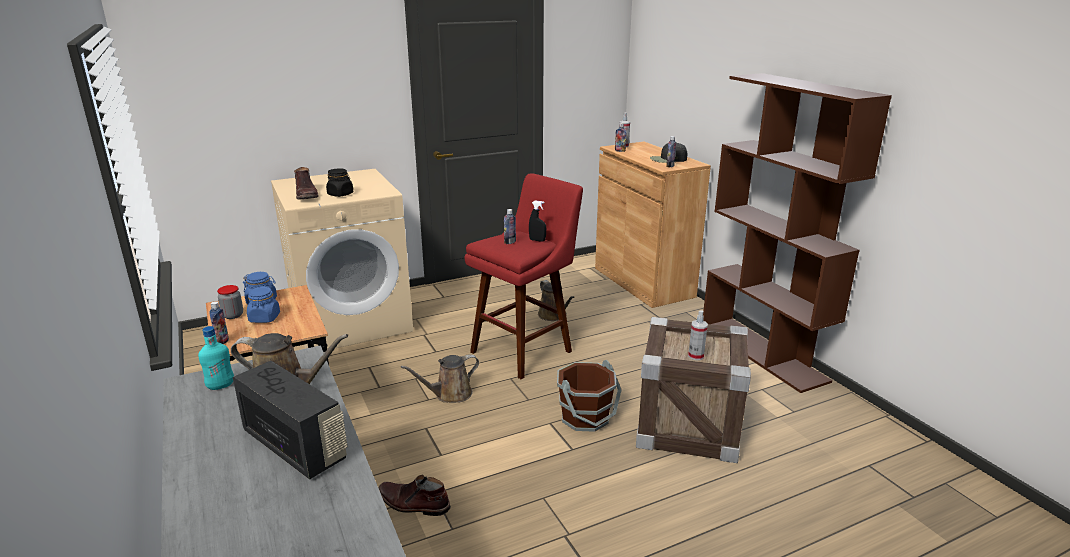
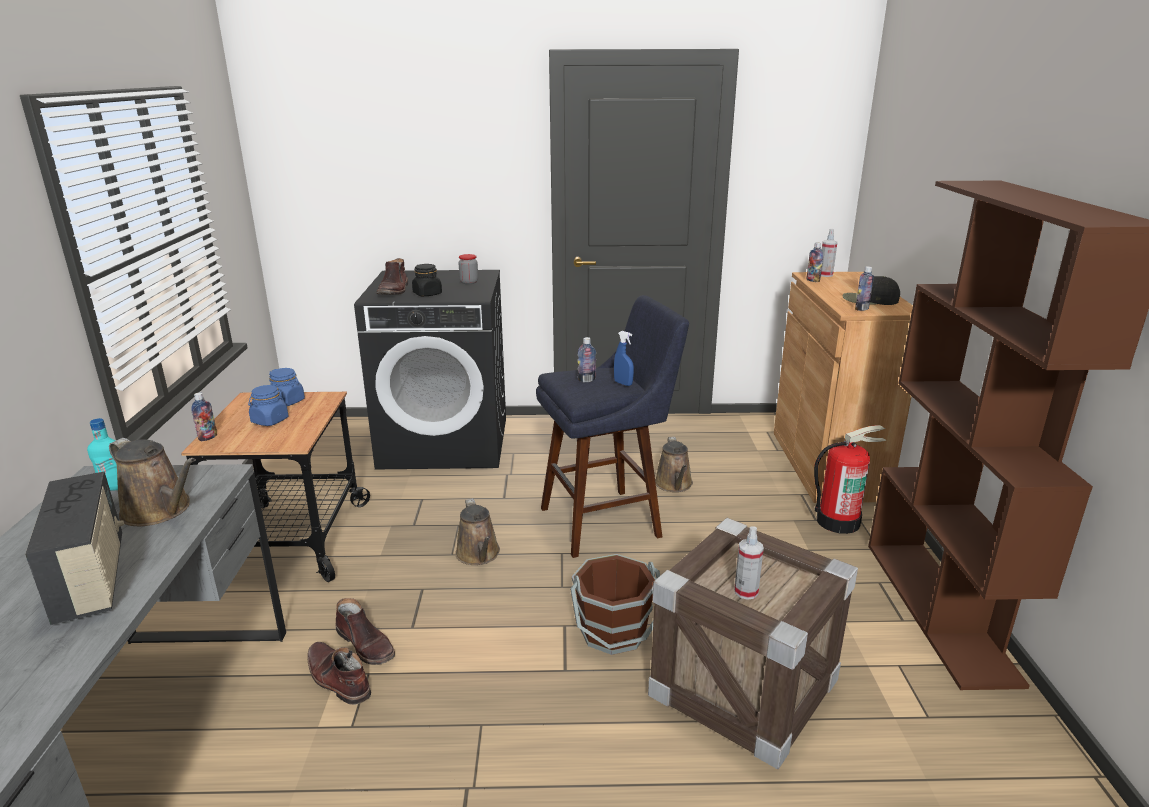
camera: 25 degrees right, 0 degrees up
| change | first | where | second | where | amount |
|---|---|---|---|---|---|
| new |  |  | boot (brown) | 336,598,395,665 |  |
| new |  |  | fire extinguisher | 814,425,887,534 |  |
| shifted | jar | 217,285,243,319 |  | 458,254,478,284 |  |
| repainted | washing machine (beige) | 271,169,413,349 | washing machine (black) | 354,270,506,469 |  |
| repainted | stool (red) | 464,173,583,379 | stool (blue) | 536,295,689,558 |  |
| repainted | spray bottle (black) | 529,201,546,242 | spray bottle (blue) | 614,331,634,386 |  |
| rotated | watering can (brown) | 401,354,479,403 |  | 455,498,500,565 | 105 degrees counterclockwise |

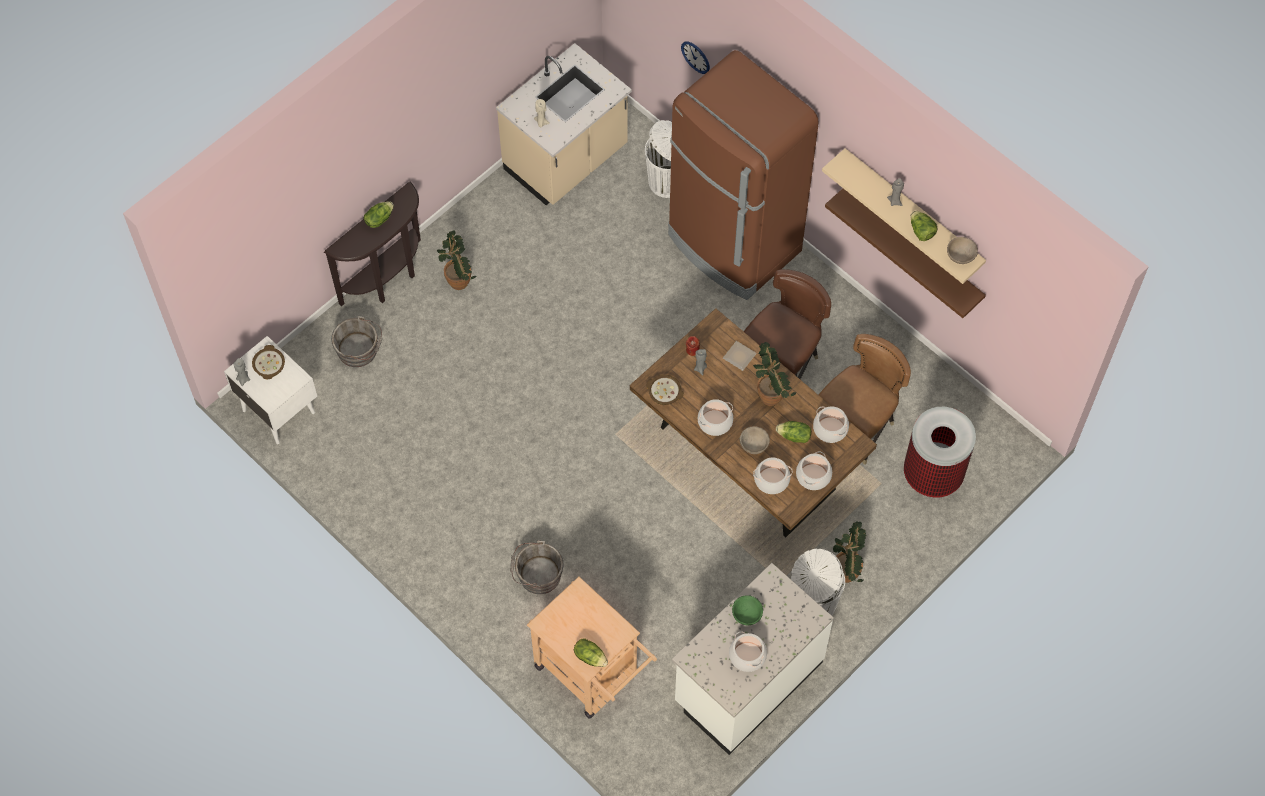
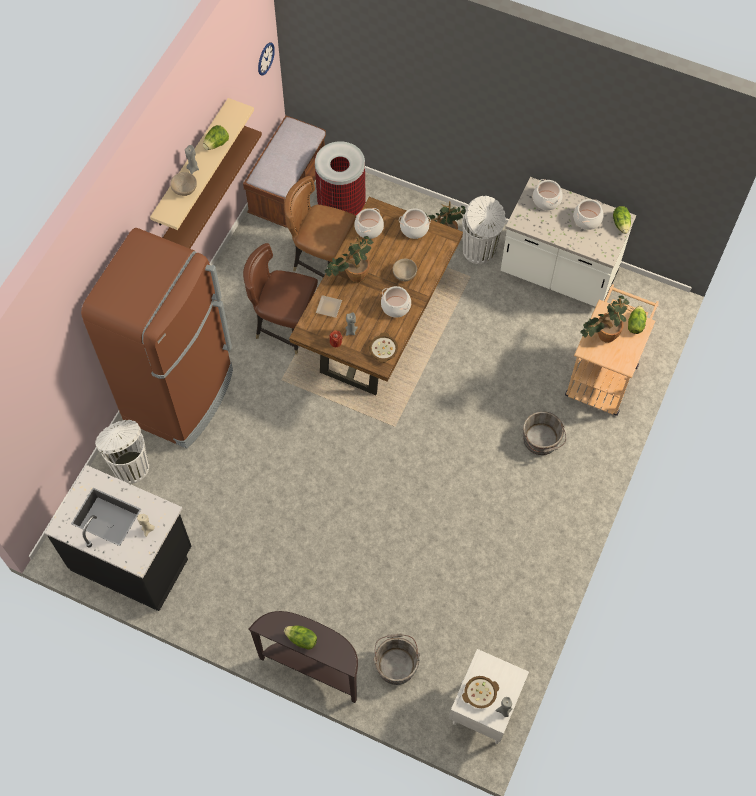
camera: 110 degrees left, 0 degrees up
| change | first | where | second | where | amount |
|---|---|---|---|---|---|
| gone | bowl (green) | 732,595,763,625 |  |  |  |
| new |  |  | bench (brown) | 243,115,326,228 |  |
| shifted | potted plant | 437,230,476,290 |  | 580,296,630,343 |  |
| shifted | wall clock | 681,41,710,74 |  | 258,43,275,75 |  |
| shifted | cooking pot | 753,458,792,494 |  | 533,179,562,210 |  |
| shifted | lettuce | 776,421,811,443 |  | 613,206,631,234 |  |
| shifted | bowl (beige) | 947,237,978,264 |  | 170,172,197,196 |  |
| repainted | counter (beige) | 496,43,632,205 | counter (black) | 45,465,191,611 |  |

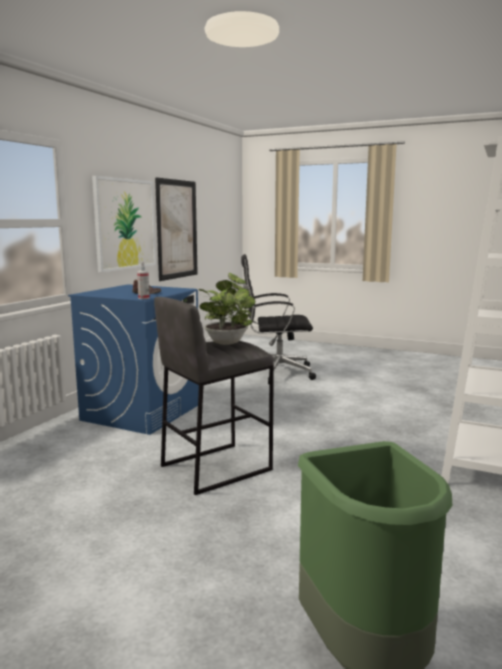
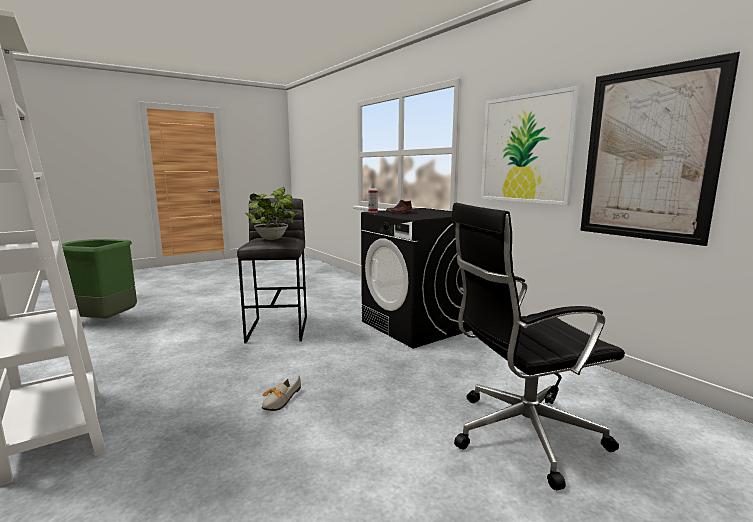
camera: 120 degrees right, 0 degrees up
| change | first | where | second | where | amount |
|---|---|---|---|---|---|
| new |  |  | shoe | 262,376,301,411 |  |
| repainted | washing machine (blue) | 68,284,199,435 | washing machine (black) | 361,208,472,349 |  |
| rotated | office chair (black) | 241,254,316,384 |  | 451,203,625,490 | 135 degrees counterclockwise |

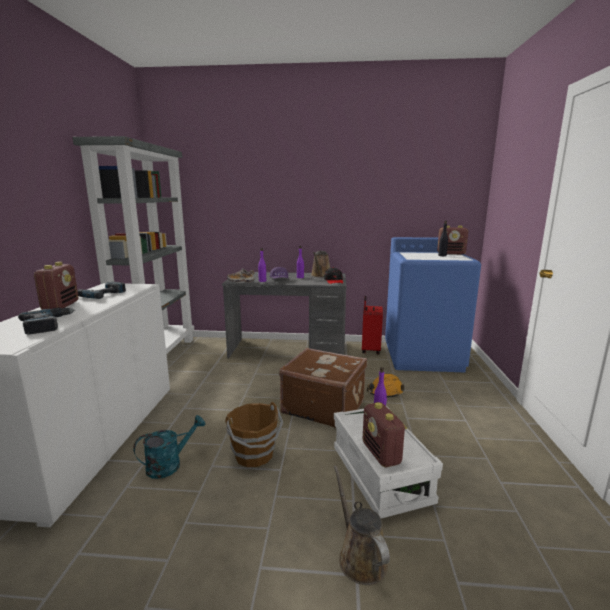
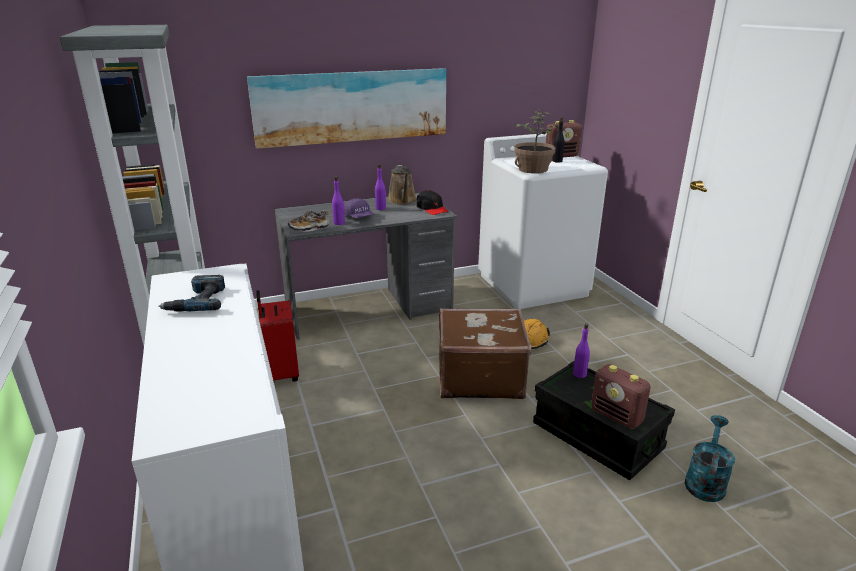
camera: 25 degrees left, 10 degrees up
| change | first | where | second | where | amount |
|---|---|---|---|---|---|
| gone | power drill | 18,308,75,335 |  |  |  |
| gone | radio | 34,262,79,309 |  |  |  |
| gone | bucket (brown) | 225,402,283,467 |  |  |  |
| gone | watering can (brown) | 334,465,390,585 |  |  |  |
| new |  |  | picture | 247,68,446,149 |  |
| new |  |  | potted plant | 514,108,558,174 |  |
| shifted | watering can (turquoise) | 133,415,205,479 |  | 685,415,735,502 |  |
| shifted | suitcase (red) | 362,296,383,354 |  | 256,290,299,382 |  |
| repainted | storage box (white) | 334,406,443,519 | storage box (black) | 533,360,675,480 |  |
| repainted | washing machine (blue) | 385,237,481,372 | washing machine (white) | 478,133,608,309 |  |

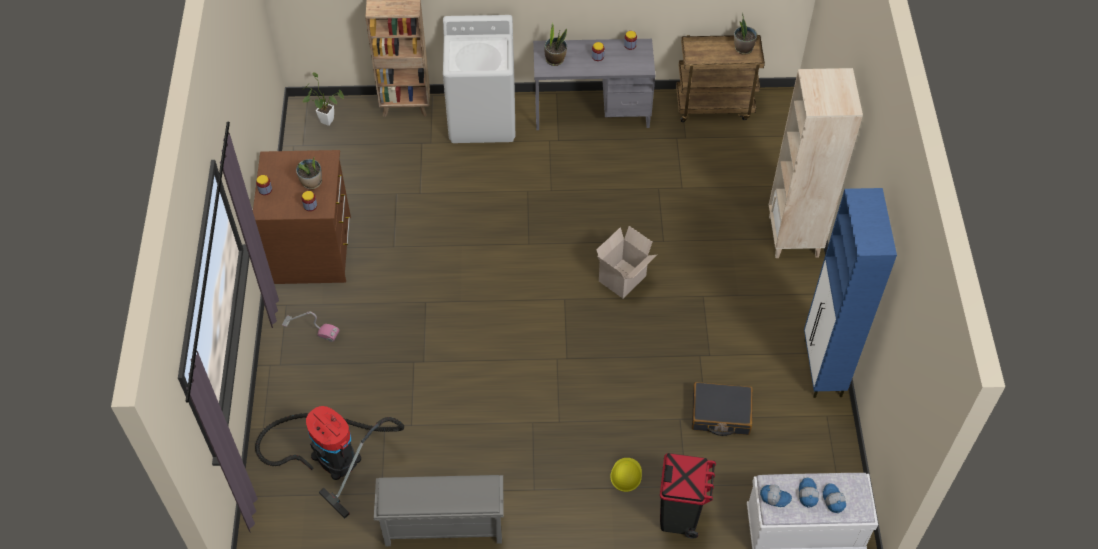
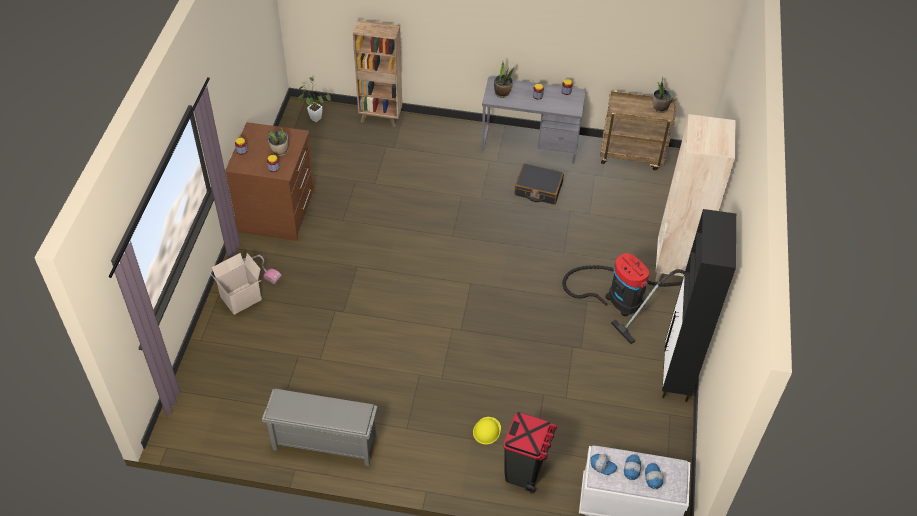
camera: 10 degrees right, 5 degrees down
| change | first | where | second | where | amount |
|---|---|---|---|---|---|
| gone | washing machine (white) | 443,15,515,143 |  |  |  |
| shifted | vacuum cleaner | 255,406,404,518 |  | 562,253,685,344 |  |
| shifted | cardboard box | 597,226,657,298 |  | 209,253,262,315 |  |
| shifted | suitcase (black) | 692,382,753,436 |  | 514,163,564,205 |  |
| repainted | cabinet (blue) | 804,188,897,398 | cabinet (black) | 662,209,736,402 |  |

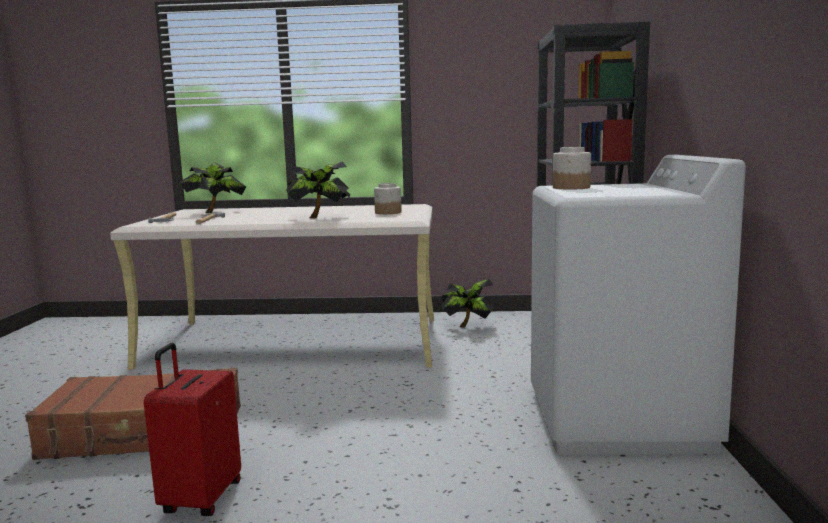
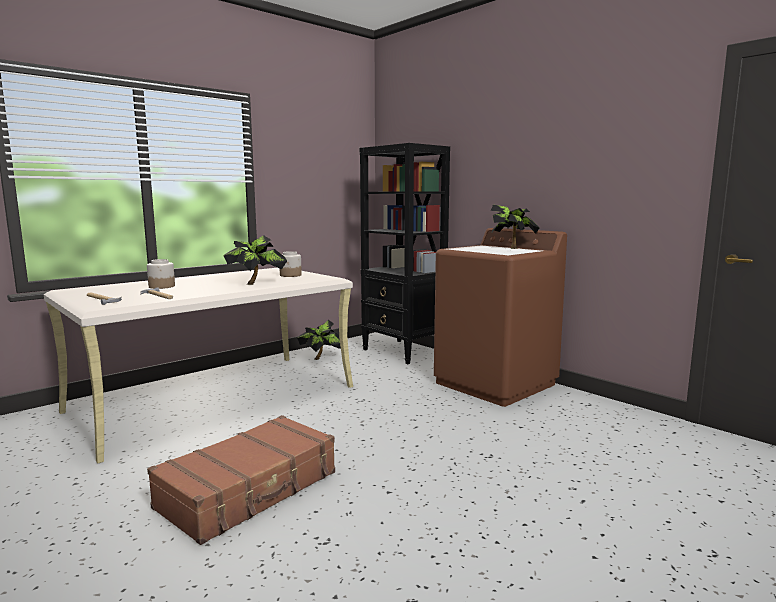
camera: 45 degrees left, 0 degrees up
| change | first | where | second | where | amount |
|---|---|---|---|---|---|
| gone | suitcase (red) | 144,343,241,516 |  |  |  |
| shifted | potted plant | 181,162,246,213 |  | 490,205,540,249 |  |
| shifted | jar | 553,147,591,189 |  | 147,259,175,289 |  |
| repainted | washing machine (white) | 531,155,746,455 | washing machine (brown) | 434,228,567,407 |  |

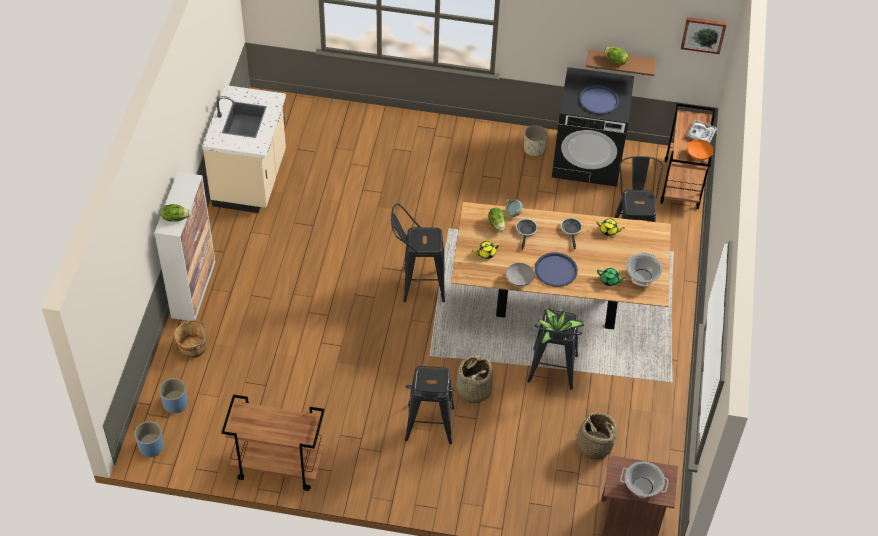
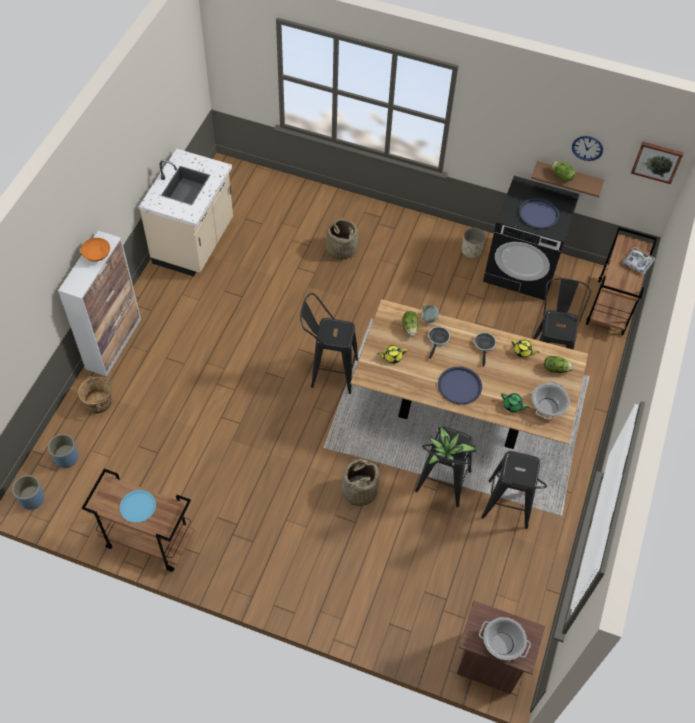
camera: 10 degrees right, 5 degrees up
| change | first | where | second | where | amount |
|---|---|---|---|---|---|
| gone | bowl (grey) | 506,263,534,286 |  |  |  |
| new |  |  | plate (blue) | 120,490,156,523 |  |
| new |  |  | wall clock | 572,136,603,161 |  |
| shifted | lettuce | 161,204,191,222 |  | 544,356,573,373 |  |
| shifted | stool (black) | 405,366,455,444 |  | 481,451,547,529 |  |
| shifted | basket | 573,412,617,459 |  | 326,219,358,260 |  |
| shifted | bowl (orange) | 687,139,714,160 |  | 81,238,110,261 |  |

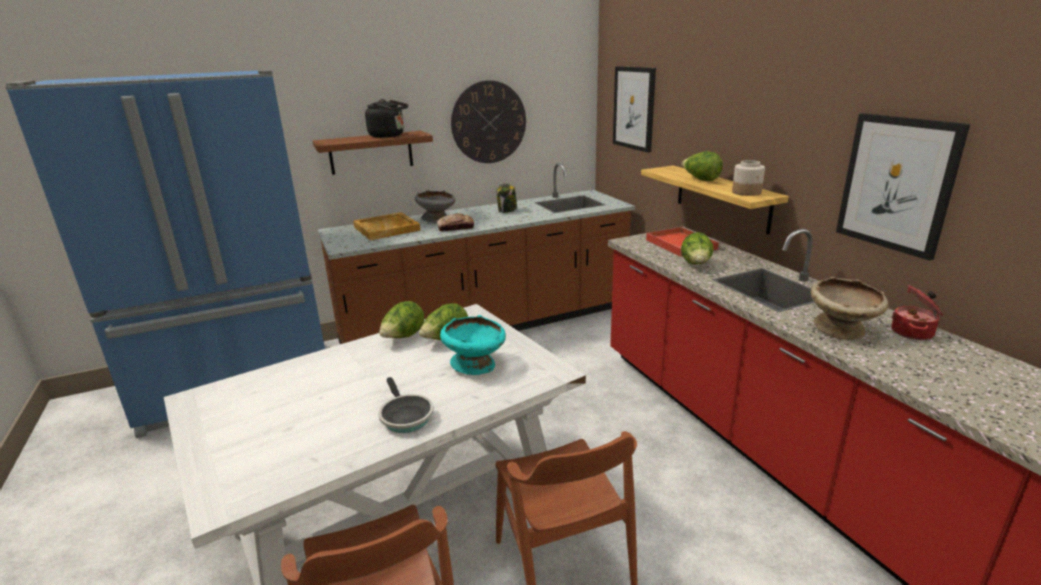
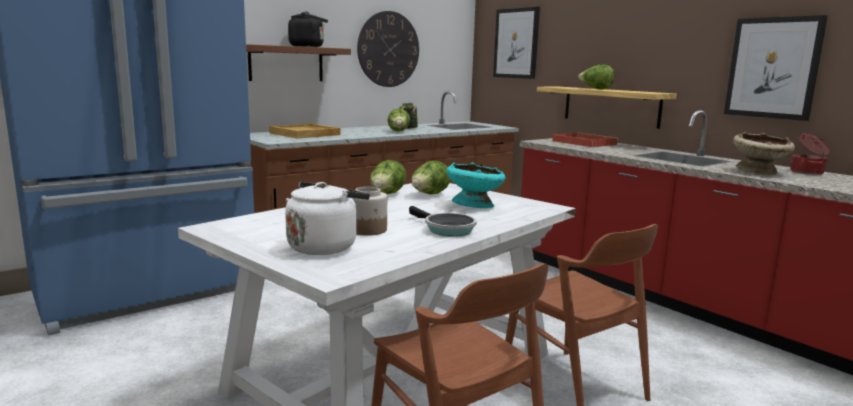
camera: 15 degrees left, 10 degrees down
| change | first | where | second | where | amount |
|---|---|---|---|---|---|
| gone | bowl (grey) | 415,190,455,222 |  |  |  |
| gone | bread | 437,213,474,231 |  |  |  |
| new |  |  | kettle (white) | 285,182,370,255 |  |
| shifted | lettuce | 681,232,714,265 |  | 388,108,410,131 |  |
| shifted | jar | 732,160,765,196 |  | 352,187,387,236 |  |

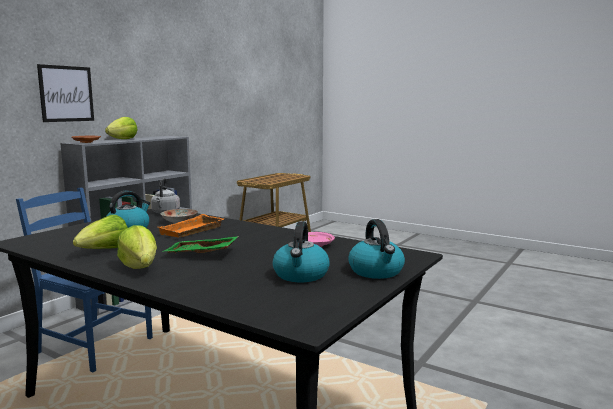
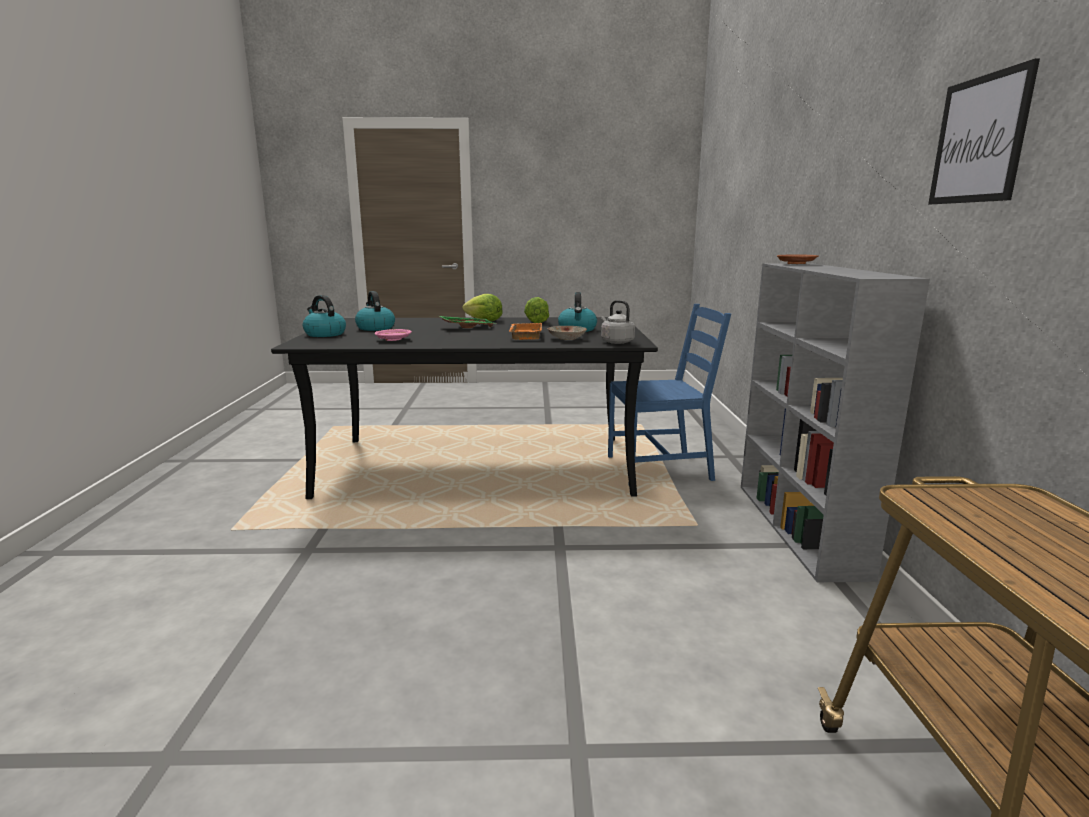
camera: 145 degrees right, 5 degrees up
| change | first | where | second | where | amount |
|---|---|---|---|---|---|
| gone | lettuce | 105,117,138,139 |  |  |  |
| shifted | picture | 37,64,94,122 |  | 928,58,1040,204 |  |

